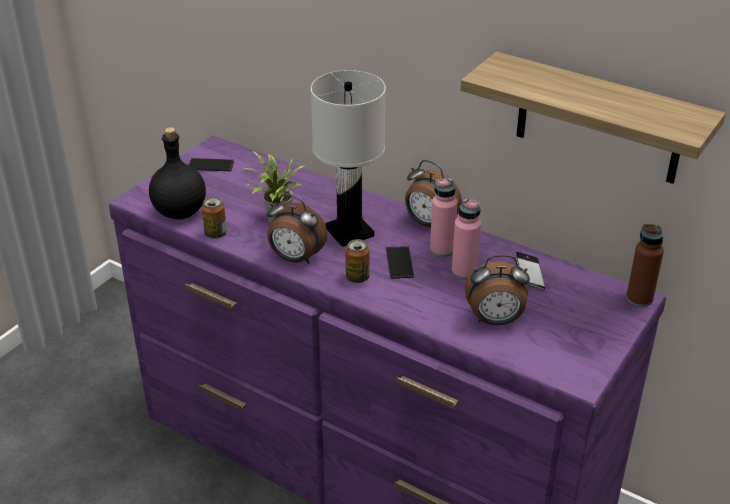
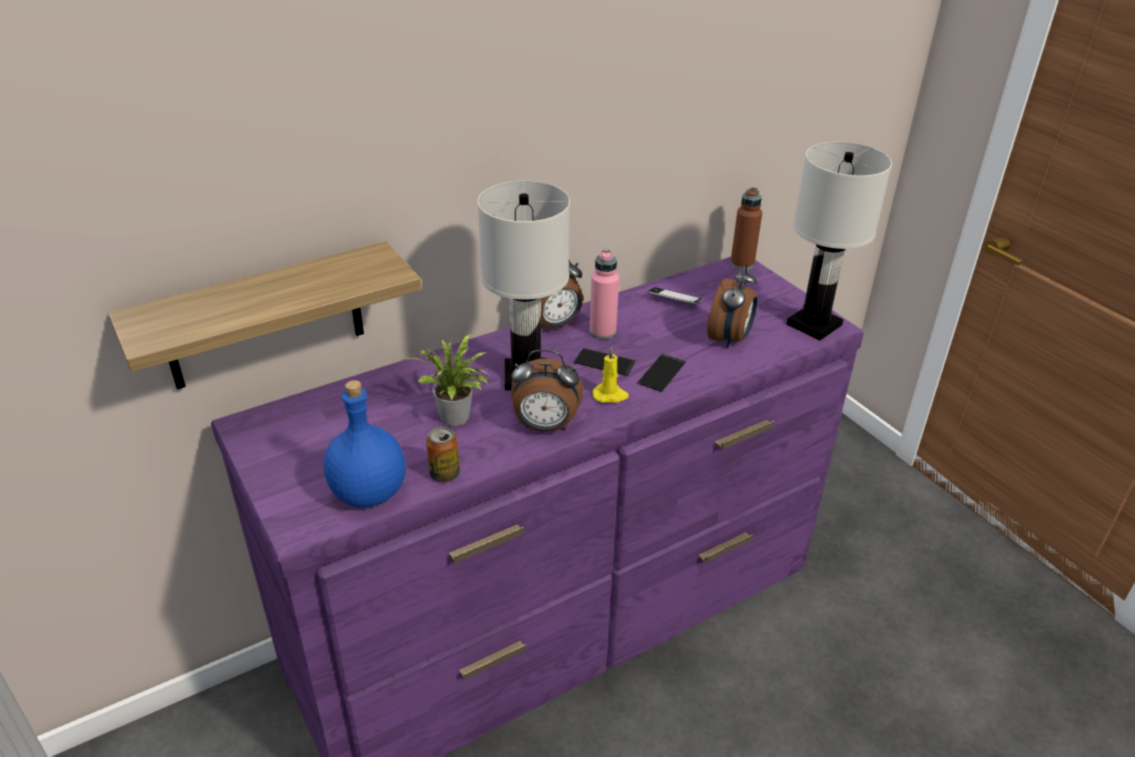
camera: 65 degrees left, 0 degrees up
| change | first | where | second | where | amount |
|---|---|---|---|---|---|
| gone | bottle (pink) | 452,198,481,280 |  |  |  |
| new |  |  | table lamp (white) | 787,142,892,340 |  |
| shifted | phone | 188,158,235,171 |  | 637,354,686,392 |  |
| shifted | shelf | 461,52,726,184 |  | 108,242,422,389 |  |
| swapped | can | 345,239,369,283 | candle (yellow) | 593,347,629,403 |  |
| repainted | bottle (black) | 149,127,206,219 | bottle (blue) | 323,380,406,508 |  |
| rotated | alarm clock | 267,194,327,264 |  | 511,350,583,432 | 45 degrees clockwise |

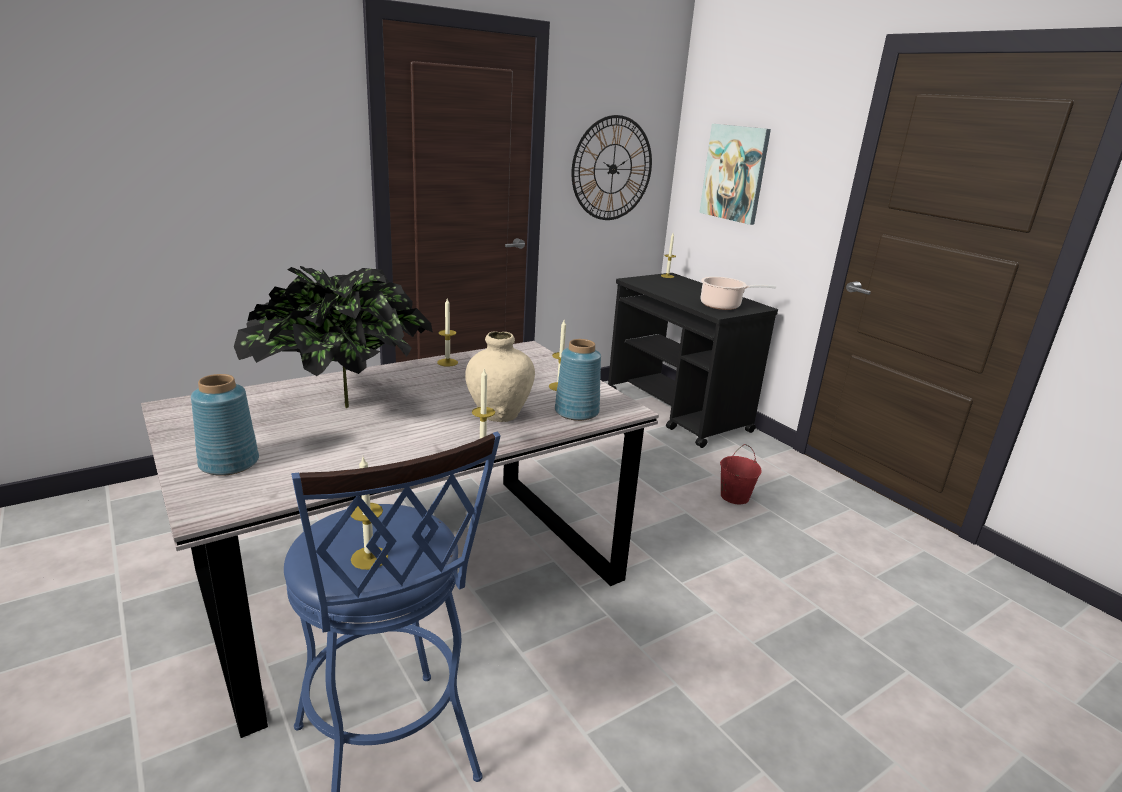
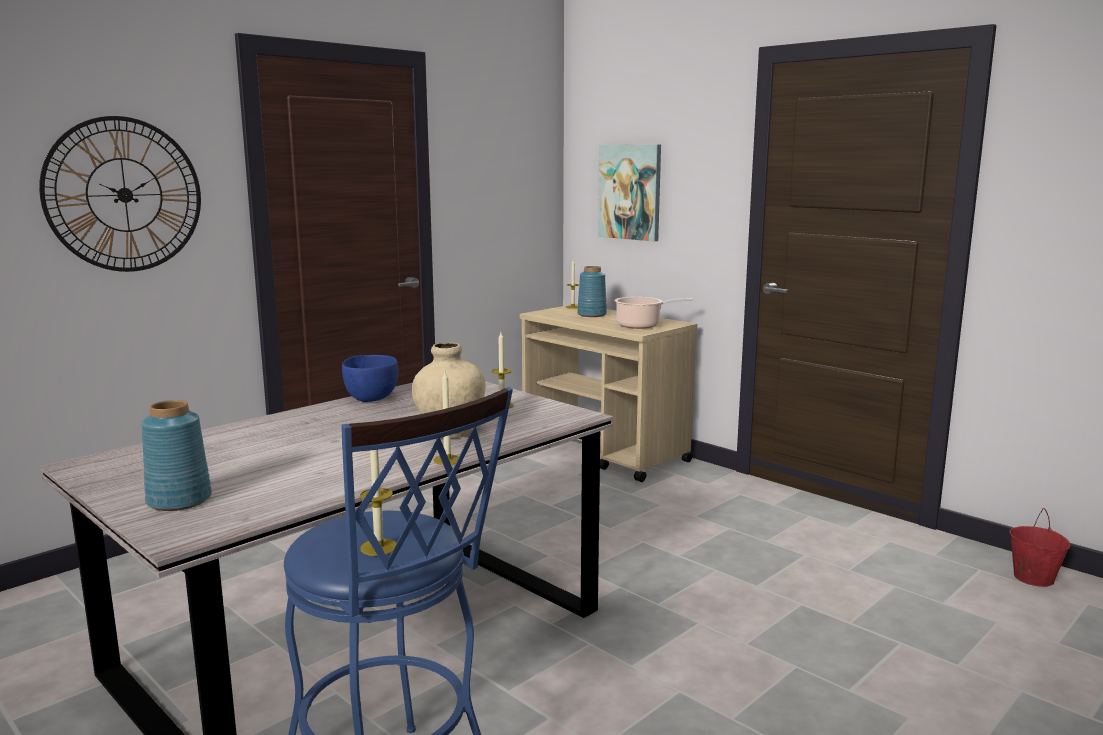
camera: 10 degrees left, 10 degrees down
| change | first | where | second | where | amount |
|---|---|---|---|---|---|
| gone | potted plant | 234,266,433,408 |  |  |  |
| shifted | vase (blue) | 555,339,601,421 |  | 577,266,607,317 |  |
| shifted | wall clock | 571,115,652,220 |  | 39,116,201,272 |  |
| shifted | bucket (red) | 720,444,762,505 |  | 1009,508,1070,587 |  |
| swapped | candle | 437,299,458,367 | bowl (blue) | 342,355,399,402 |  |
| repainted | cart (black) | 608,273,778,448 | cart (beige) | 520,304,697,482 |  |

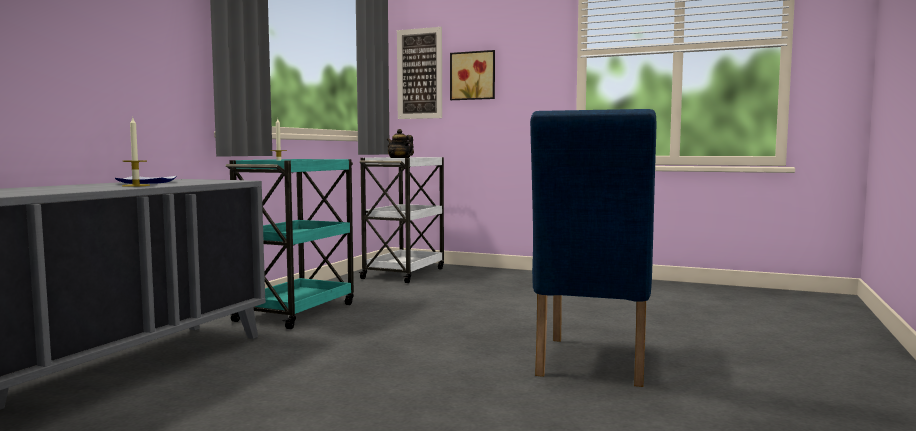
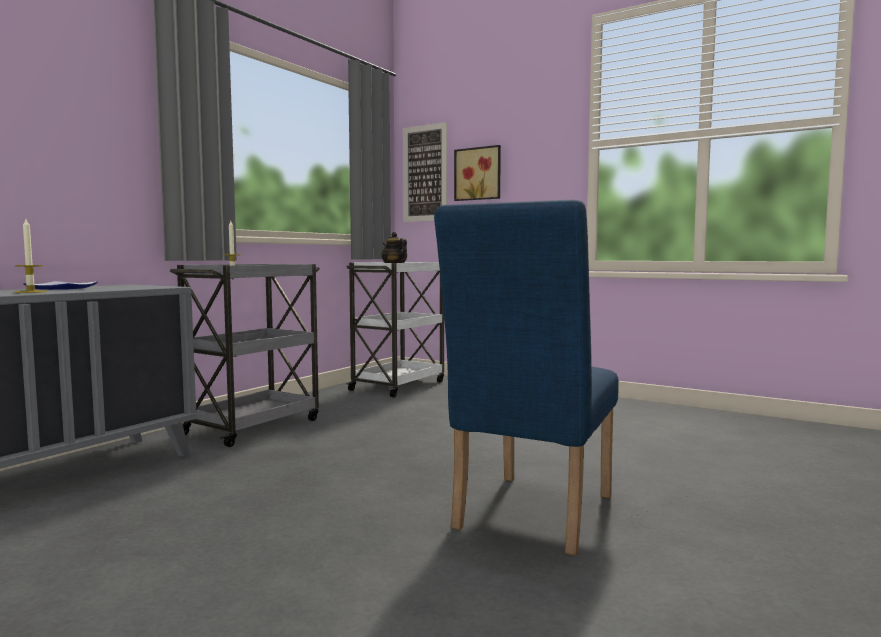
camera: 10 degrees right, 0 degrees up
| change | first | where | second | where | amount |
|---|---|---|---|---|---|
| repainted | cart (turquoise) | 226,159,354,329 | cart (grey) | 170,264,320,447 |  |

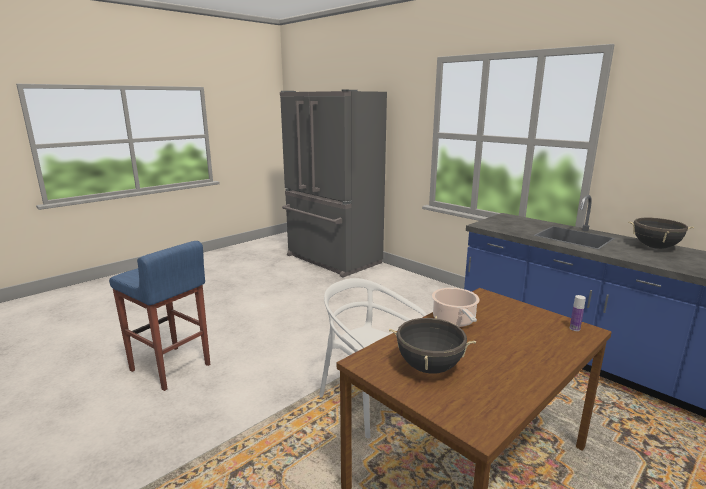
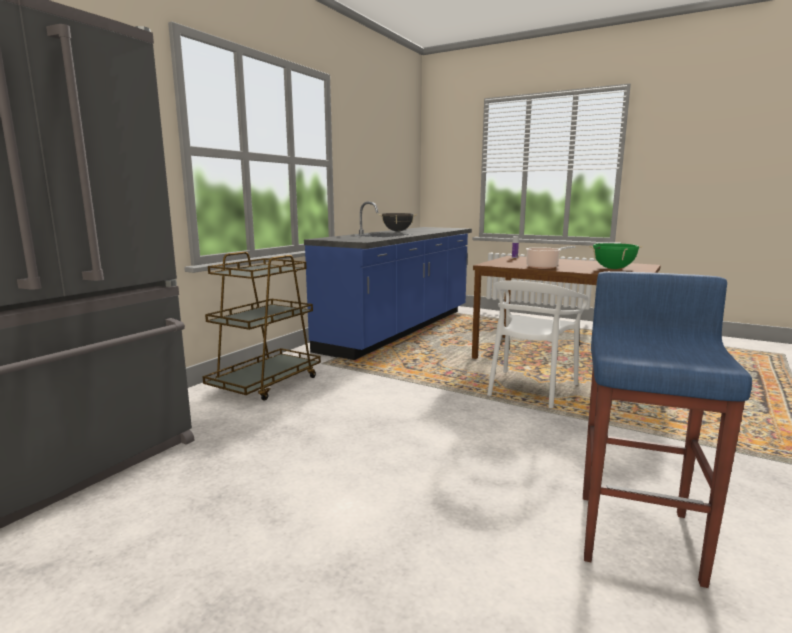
camera: 105 degrees left, 5 degrees down
| change | first | where | second | where | amount |
|---|---|---|---|---|---|
| new |  |  | cart (brown) | 202,252,321,401 |  |
| repainted | cooking pot (black) | 389,316,476,374 | cooking pot (green) | 589,243,643,269 |  |

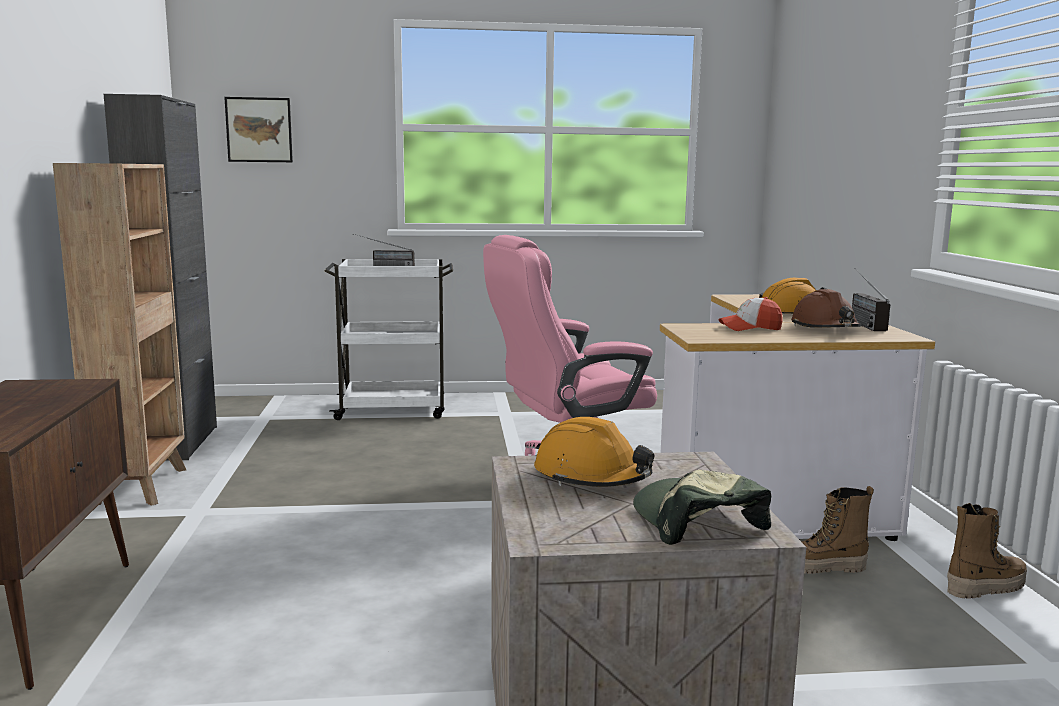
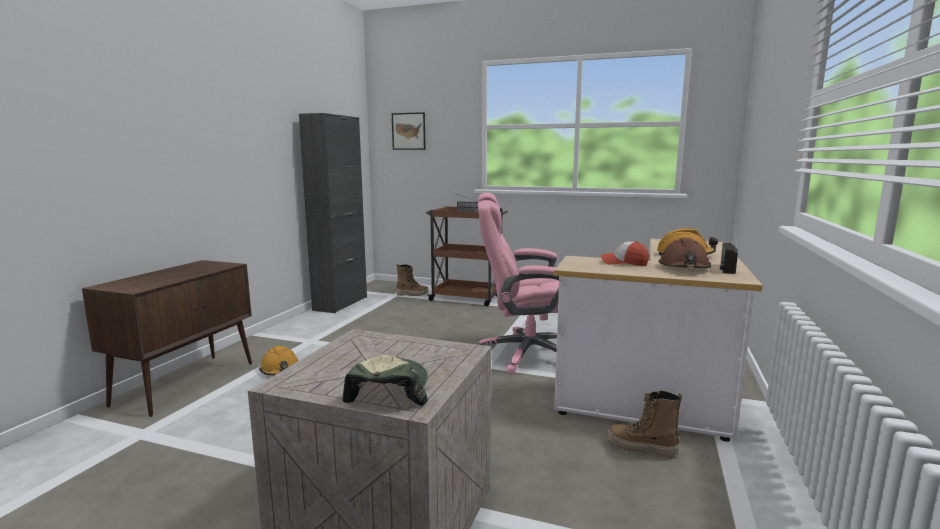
camera: 25 degrees right, 0 degrees up
| change | first | where | second | where | amount |
|---|---|---|---|---|---|
| gone | bookcase (brown) | 53,163,186,506 |  |  |  |
| shifted | hard hat (orange) | 534,417,654,487 |  | 259,346,299,375 |  |
| shifted | boot | 947,503,1027,599 |  | 396,264,428,296 |  |
| repainted | cart (white) | 324,259,453,420 | cart (brown) | 426,206,508,306 |  |

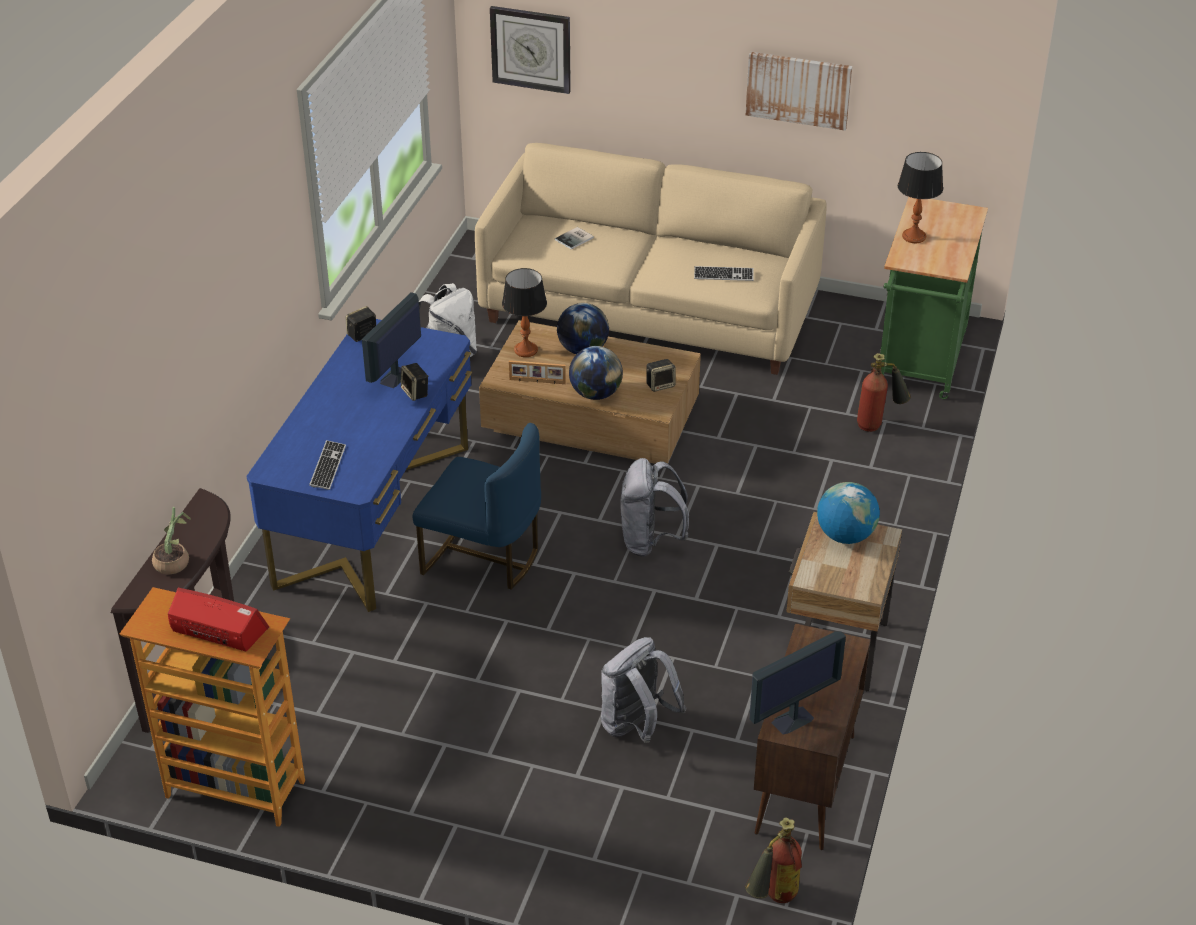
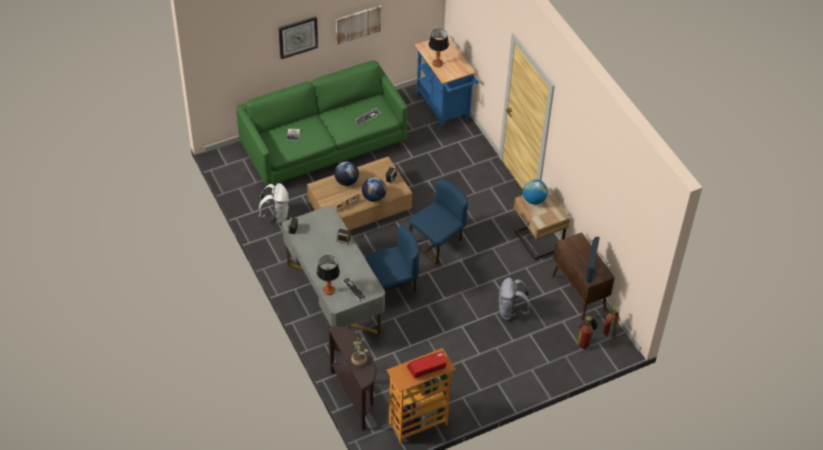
camera: 45 degrees left, 10 degrees up
| change | first | where | second | where | amount |
|---|---|---|---|---|---|
| gone | monitor | 362,292,421,388 |  |  |  |
| shifted | wall clock | 490,6,571,94 |  | 278,16,318,59 |  |
| shifted | table lamp | 502,268,547,357 |  | 317,255,340,295 |  |
| shifted | fire extinguisher | 857,353,911,432 |  | 577,316,598,349 |  |
| swapped | backpack (grey) | 620,458,689,557 | chair (blue) | 409,179,468,265 |  |
| repainted | desk (blue) | 246,319,472,612 | desk (grey) | 282,206,385,351 |  |
| repainted | sofa (beige) | 475,143,827,375 | sofa (green) | 236,61,408,190 |  |
| repainted | cart (green) | 880,197,988,399 | cart (blue) | 415,36,479,129 |  |

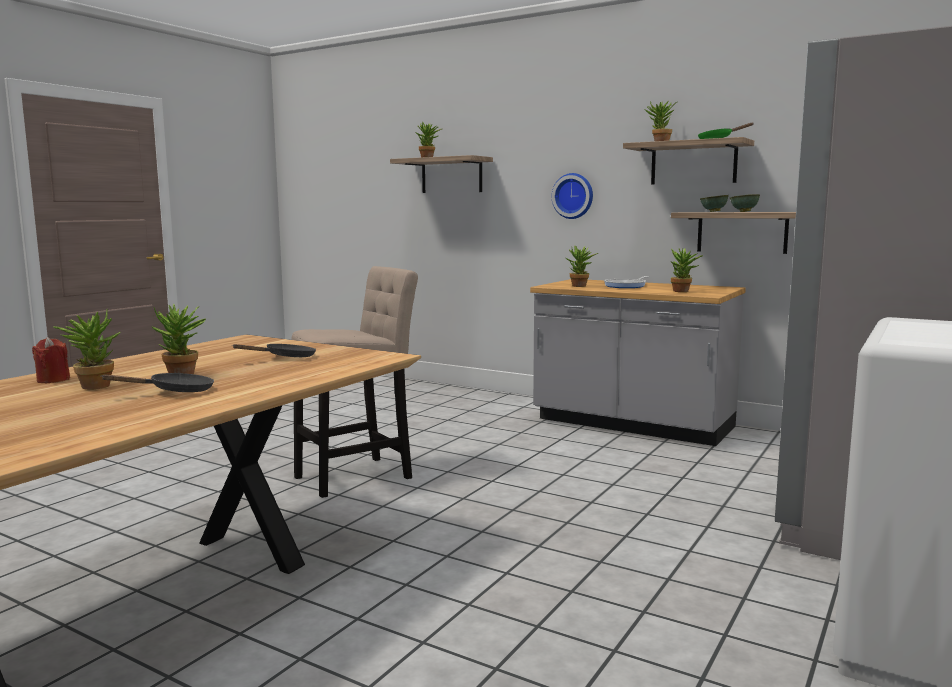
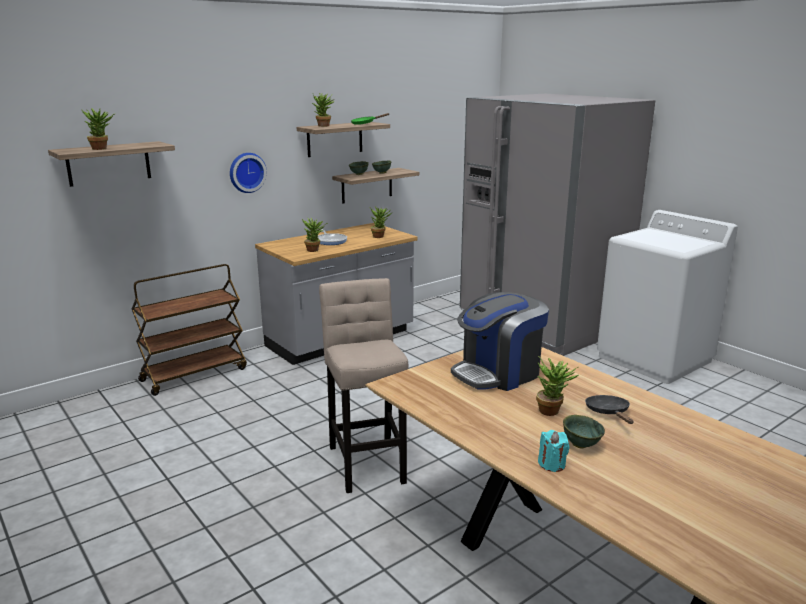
camera: 70 degrees left, 10 degrees up
| change | first | where | second | where | amount |
|---|---|---|---|---|---|
| new |  |  | cart (brown) | 132,264,247,396 |  |
| swapped | potted plant | 53,310,121,390 | bowl (green) | 563,415,605,448 |  |
| swapped | frying pan (black) | 232,344,316,357 | coffee machine | 451,292,549,391 |  |
| repainted | candle (red) | 32,337,70,383 | candle (turquoise) | 538,430,569,472 |  |

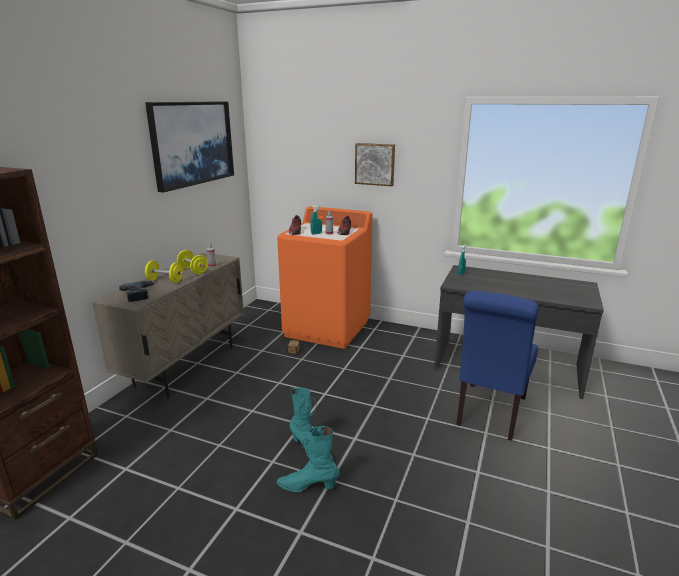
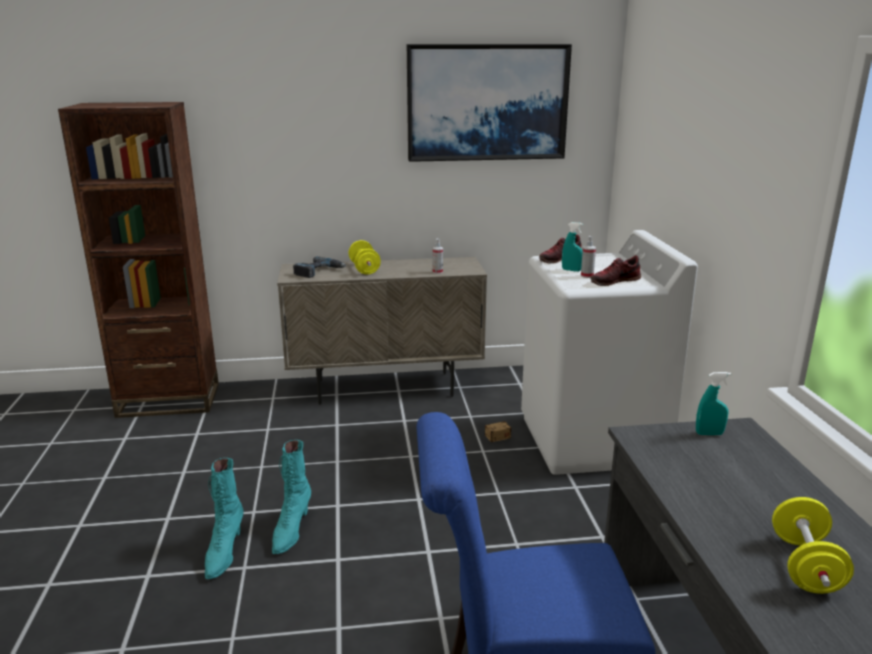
camera: 60 degrees right, 0 degrees up
| change | first | where | second | where | amount |
|---|---|---|---|---|---|
| gone | picture | 355,143,395,186 |  |  |  |
| shifted | dumbbell (yellow) | 177,250,208,274 |  | 772,497,854,594 |  |
| repainted | washing machine (orange) | 277,206,372,349 | washing machine (white) | 521,230,698,475 |  |
| rotated | boot (turquoise) | 277,426,339,492 |  | 205,458,244,579 | 150 degrees counterclockwise |

